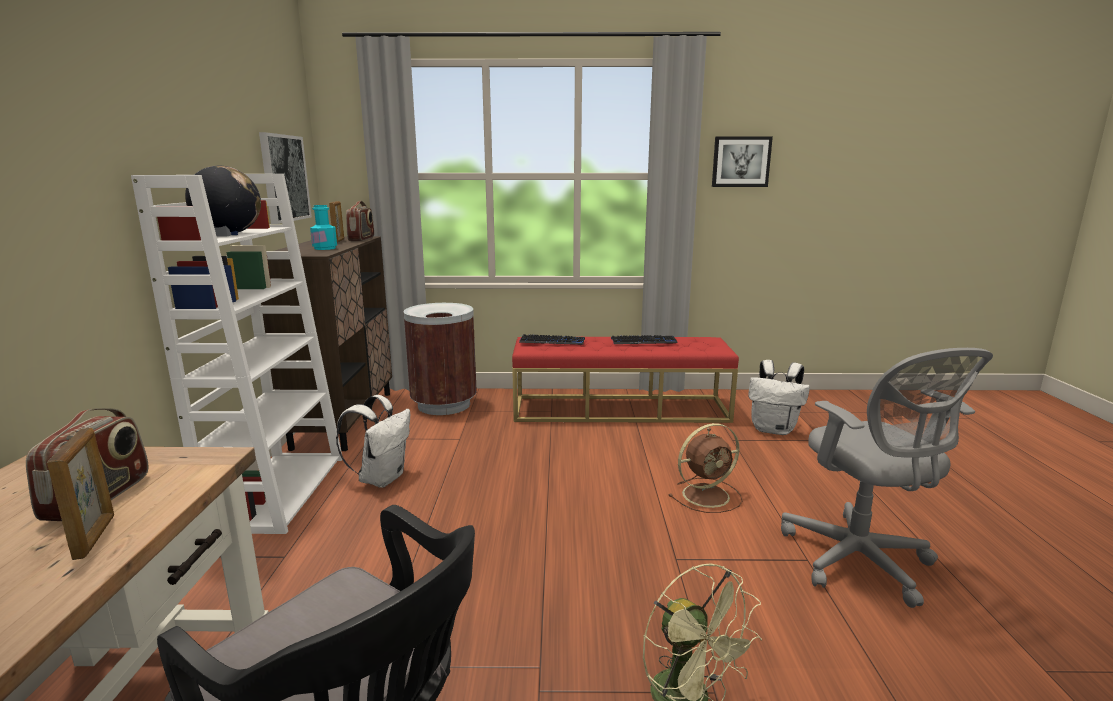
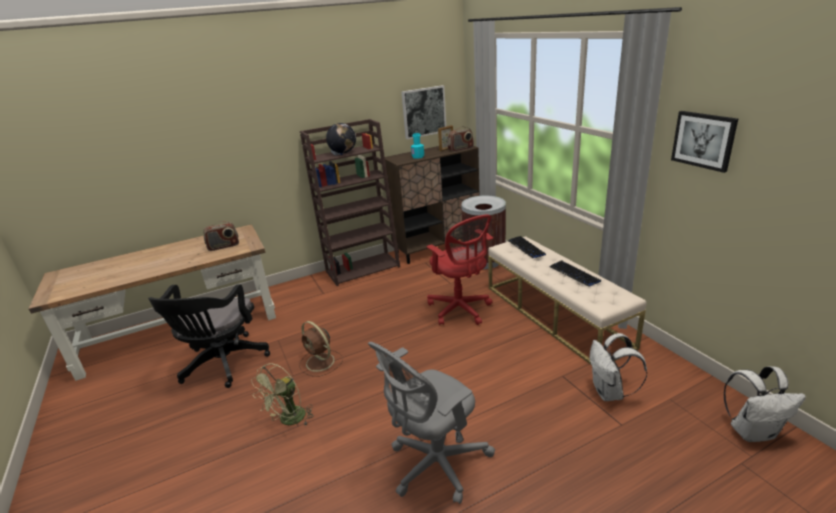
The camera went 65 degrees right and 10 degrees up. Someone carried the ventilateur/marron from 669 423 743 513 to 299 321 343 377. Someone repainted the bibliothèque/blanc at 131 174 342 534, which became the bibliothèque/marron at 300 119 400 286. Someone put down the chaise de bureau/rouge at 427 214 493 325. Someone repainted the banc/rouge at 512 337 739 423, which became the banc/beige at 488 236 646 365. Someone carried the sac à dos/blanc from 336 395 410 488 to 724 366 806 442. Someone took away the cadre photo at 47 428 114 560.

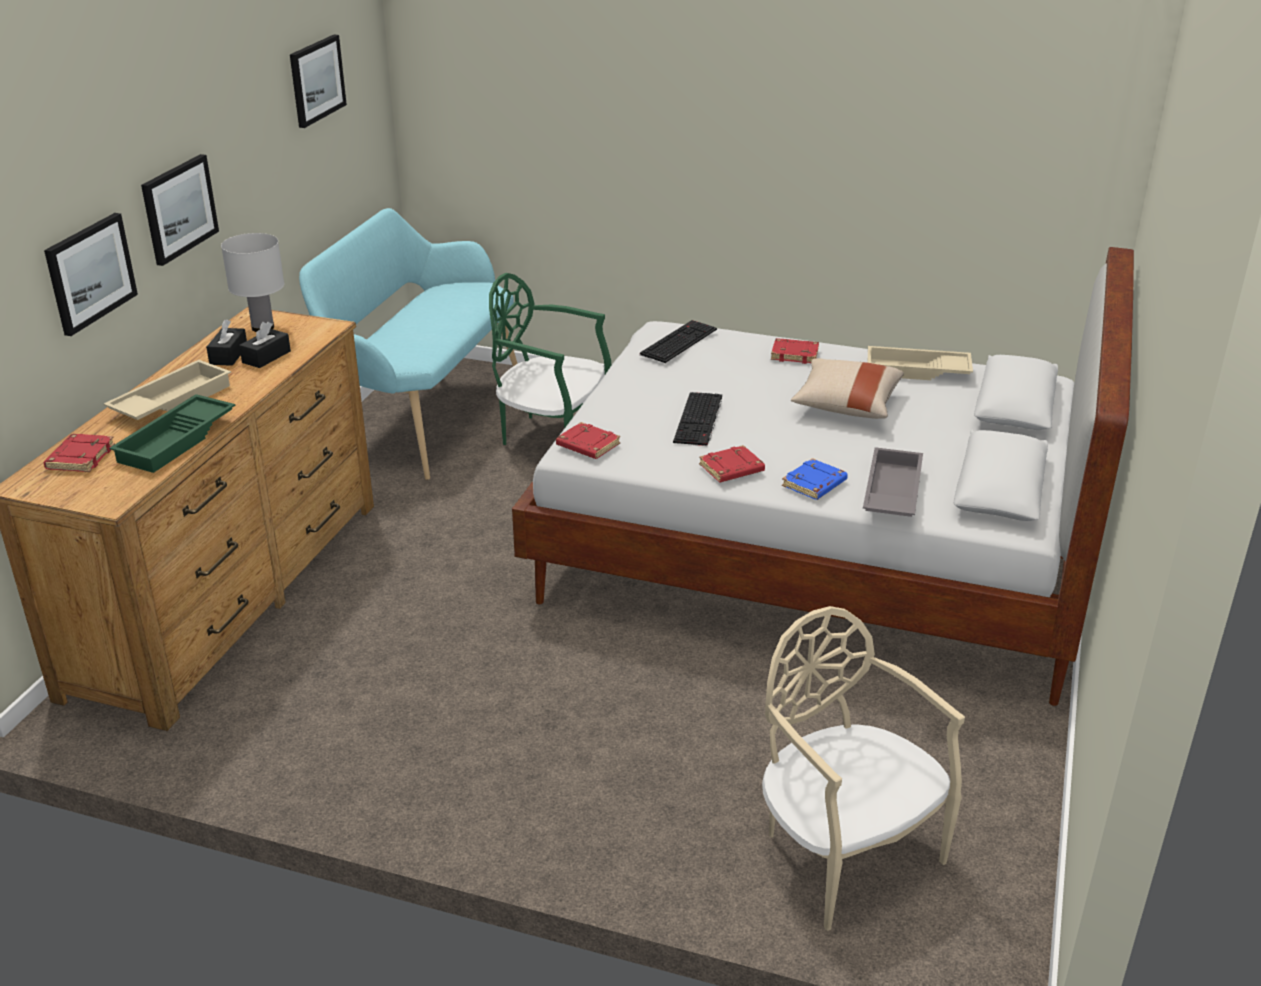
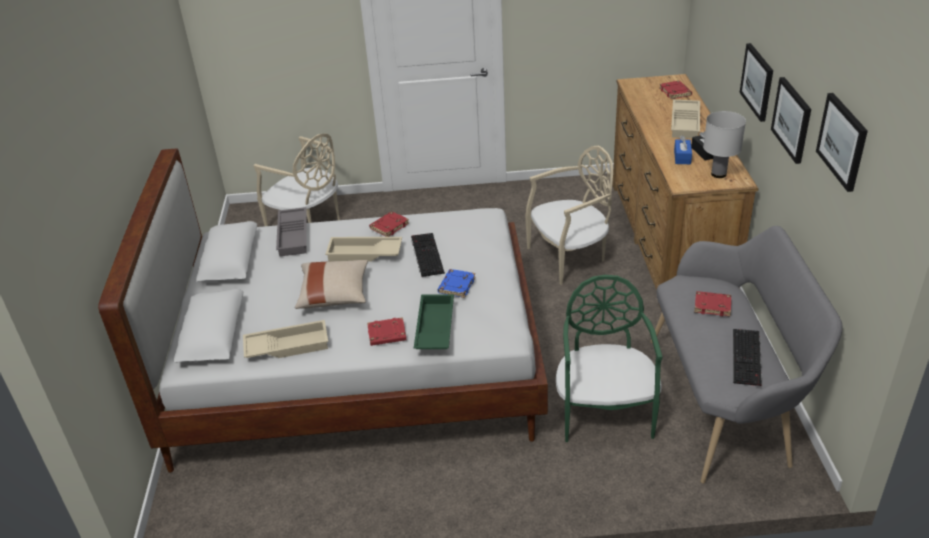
The camera went 160 degrees right and 5 degrees up. Someone put down the plateau/beige at 325 237 402 262. Someone carried the plateau/vert from 109 394 235 473 to 414 294 454 349. Someone carried the livre/bleu from 782 458 848 500 to 438 269 476 298. Someone put down the chaise/beige at 525 146 613 285. Someone rotated the chaise/vert at 489 273 611 445 by 90 degrees counterclockwise. Someone repainted the banc/turquoise at 299 208 518 480, which became the banc/gris at 650 226 842 484. Someone repainted the boîte à mouchoirs/noir at 239 322 291 368, which became the boîte à mouchoirs/bleu at 674 135 692 164. Someone carried the livre/rouge from 556 422 620 459 to 694 291 731 316. Someone carried the clavier from 640 320 717 363 to 733 329 762 387. Someone carried the tableau from 44 213 138 336 to 771 77 811 164.

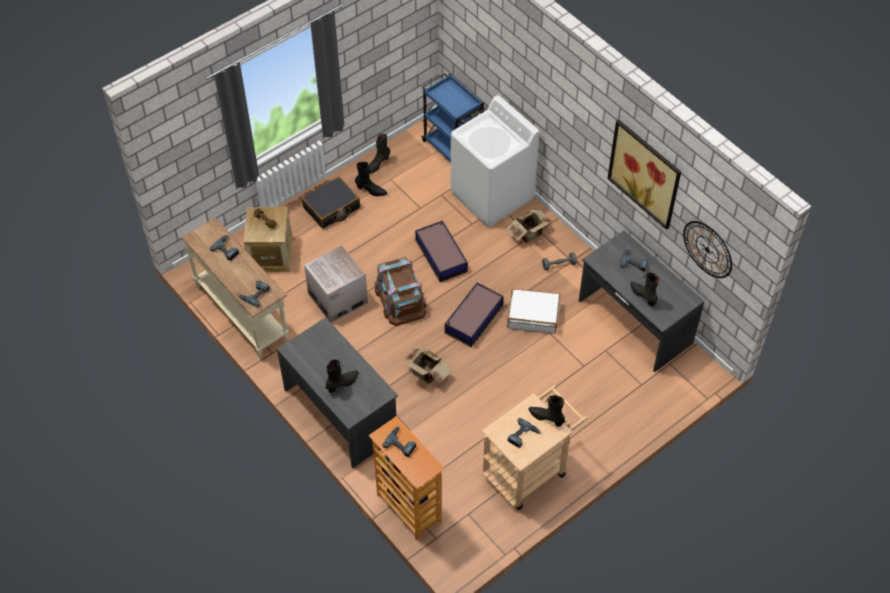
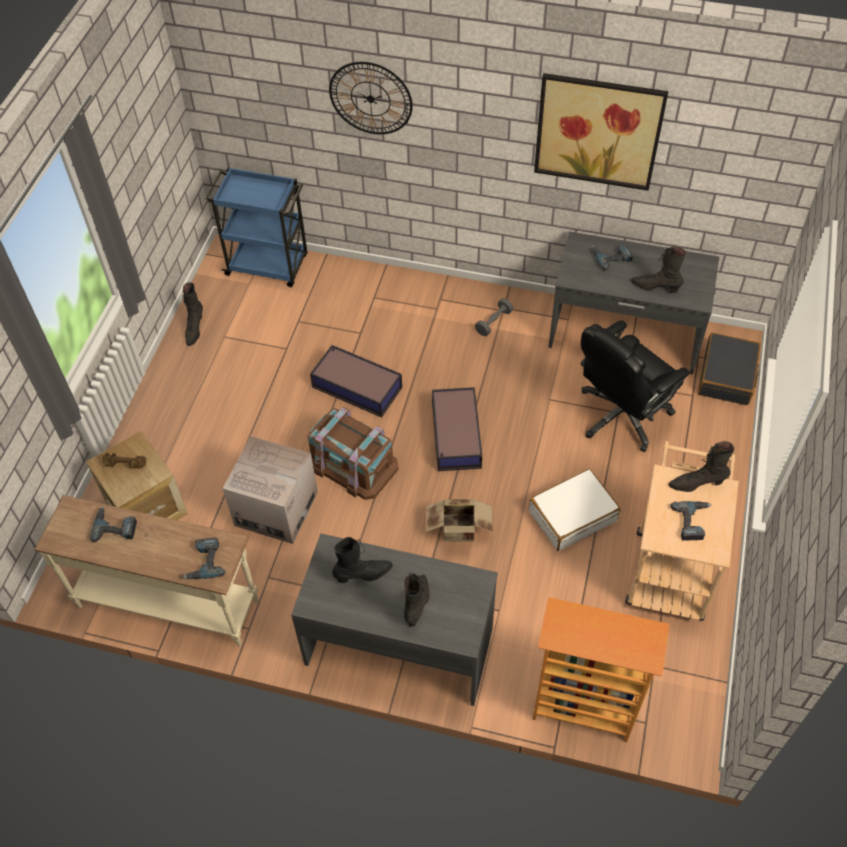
The camera went 35 degrees left and 0 degrees up. Someone carried the horloge murale from 683 221 732 278 to 329 62 413 134. Someone carried the botte/noir from 355 162 387 196 to 332 537 393 583. Someone carried the valise/blanc from 507 289 560 333 to 529 469 620 551. Someone put down the chaise de bureau/noir at 581 320 690 452. Someone carried the valise/noir from 302 177 360 229 to 698 333 761 405. Someone took away the perceuse at 382 426 416 457. Someone took away the lave-linge/blanc at 451 95 539 227. Someone took away the carton at 507 210 552 244.

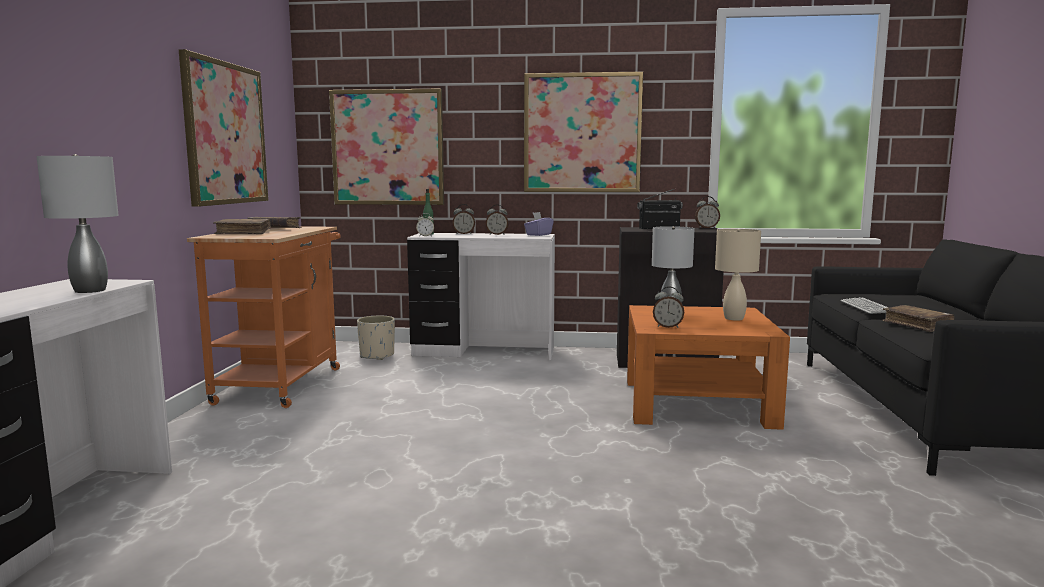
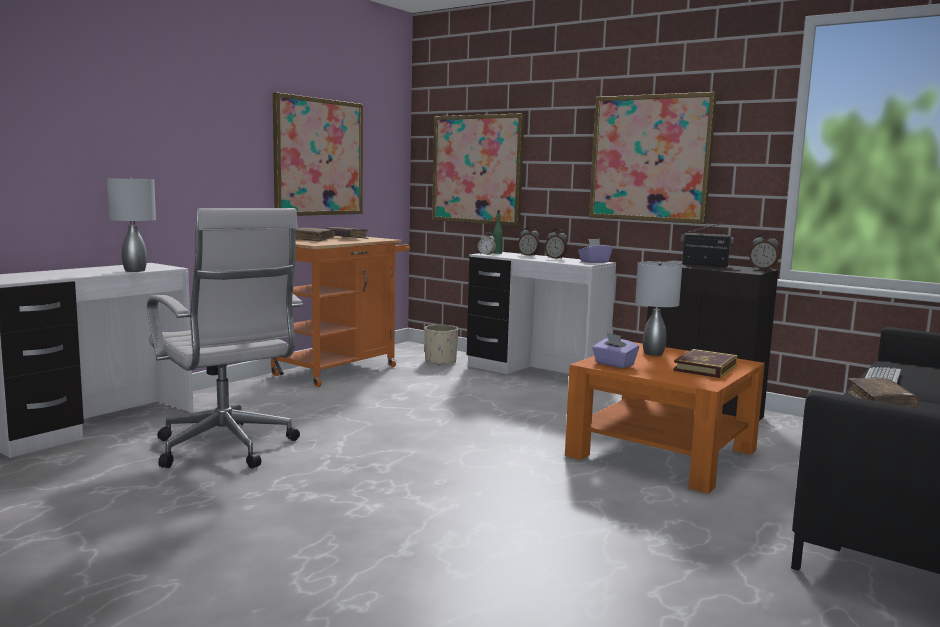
The camera went 30 degrees right and 0 degrees up. Someone put down the chaise de bureau/blanc at 147 208 303 468. Someone swapped the réveil at 653 287 684 328 for the boîte à mouchoirs/violet at 592 333 639 368. Someone swapped the lampe de table/beige at 715 229 761 321 for the livre at 674 349 737 378.

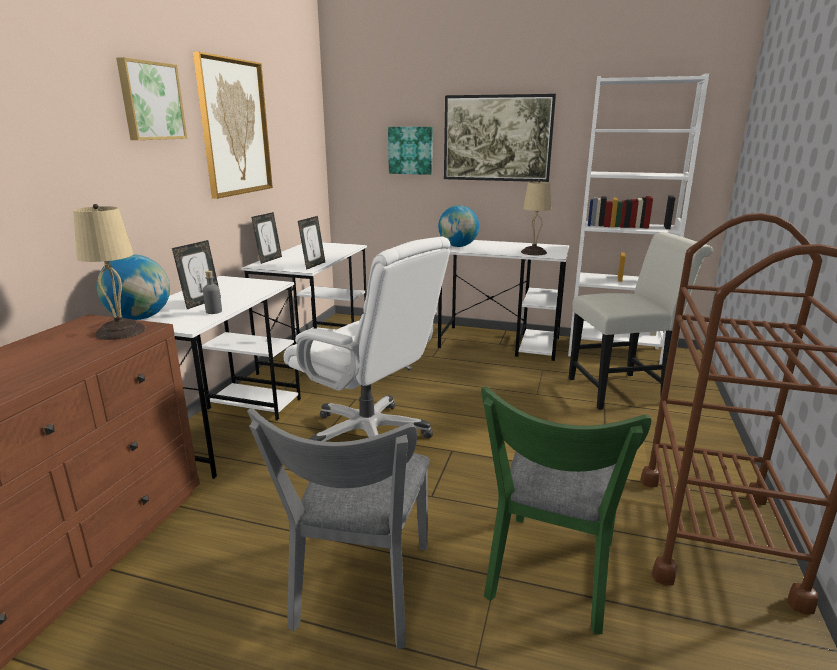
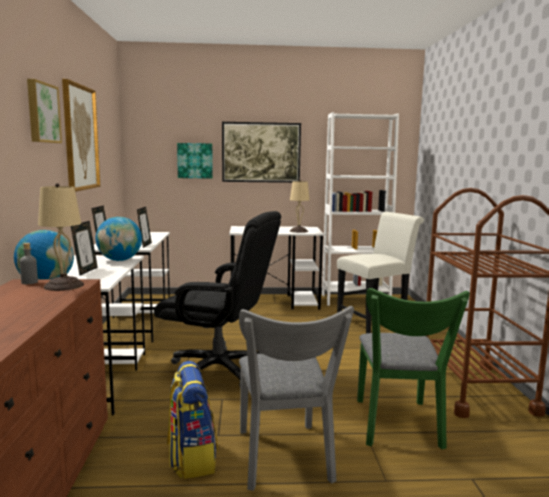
The camera went 20 degrees left and 10 degrees down. Someone carried the bouteille/gris from 203 271 222 314 to 20 243 38 284. Someone carried the globe from 438 205 479 247 to 96 217 142 261. Someone repainted the chaise de bureau/blanc at 284 237 451 441, which became the chaise de bureau/noir at 154 211 281 388. Someone put down the sac à dos at 167 361 218 479.

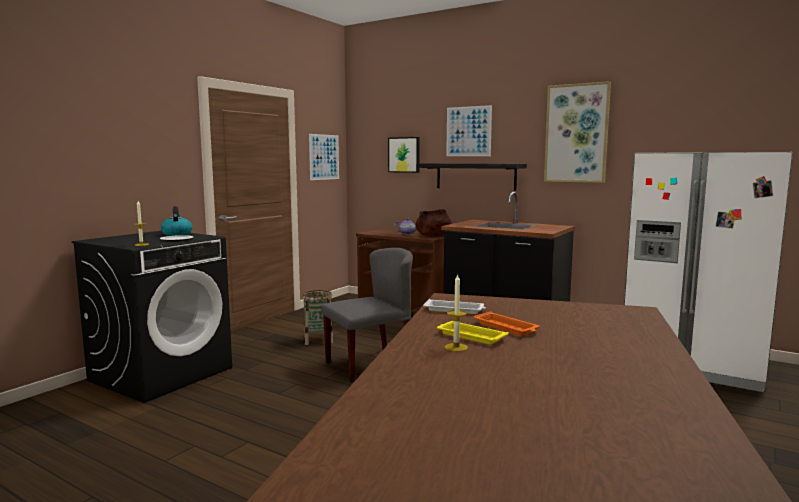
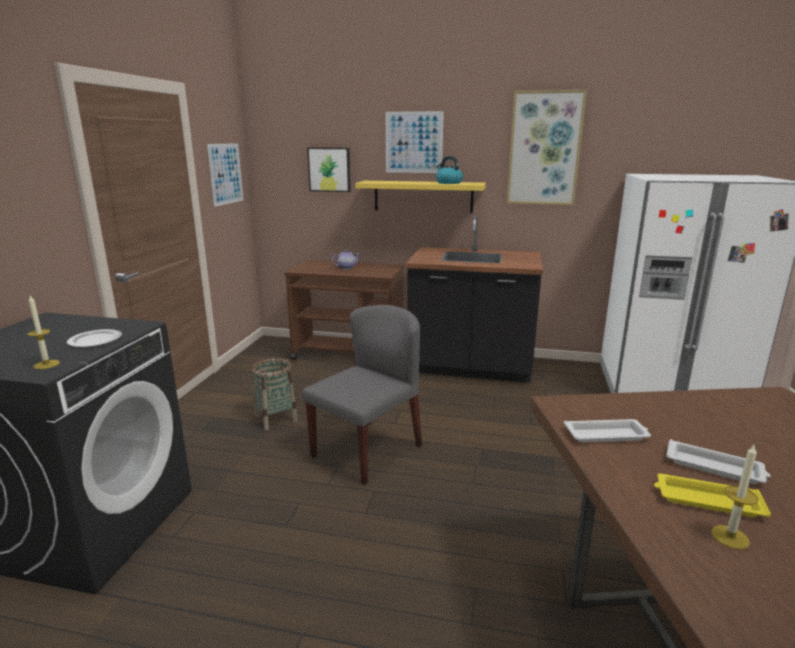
The camera went 20 degrees left and 10 degrees up. Someone repainted the étagère/noir at 416 163 527 191, which became the étagère/jaune at 355 181 486 213. Someone carried the bouilloire from 161 206 192 236 to 436 156 463 184. Someone repainted the plateau/orange at 473 312 540 336, which became the plateau/blanc at 666 439 771 484. Someone took away the marmite/marron at 416 209 452 237.

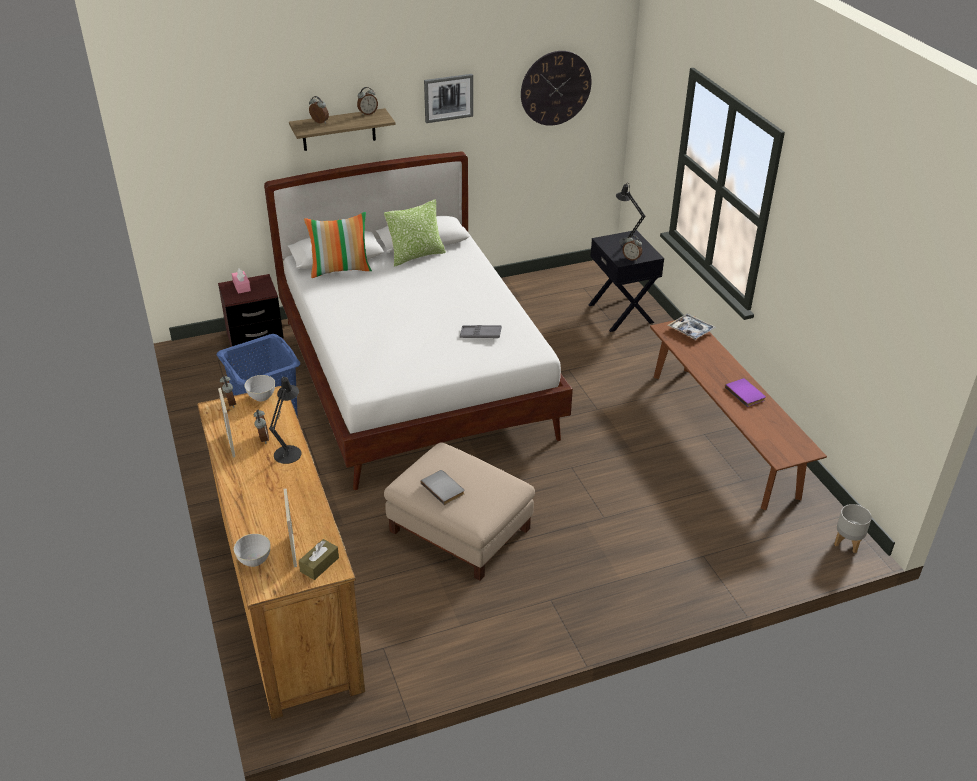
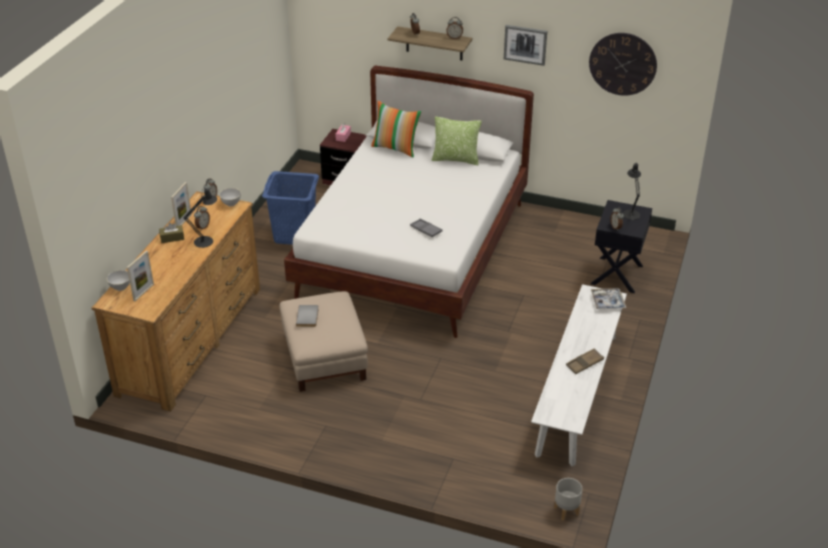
The camera went 40 degrees right and 0 degrees up. Someone carried the boîte à mouchoirs/marron from 299 539 339 580 to 159 223 184 243. Someone repainted the banc/marron at 650 316 827 510, which became the banc/blanc at 531 284 627 466. Someone swapped the livre/violet at 725 378 766 407 for the plateau/marron at 566 348 604 374.

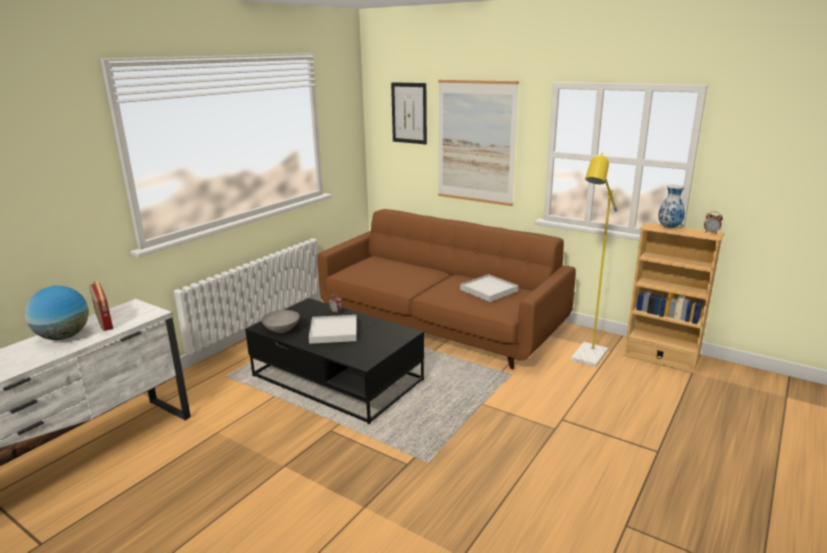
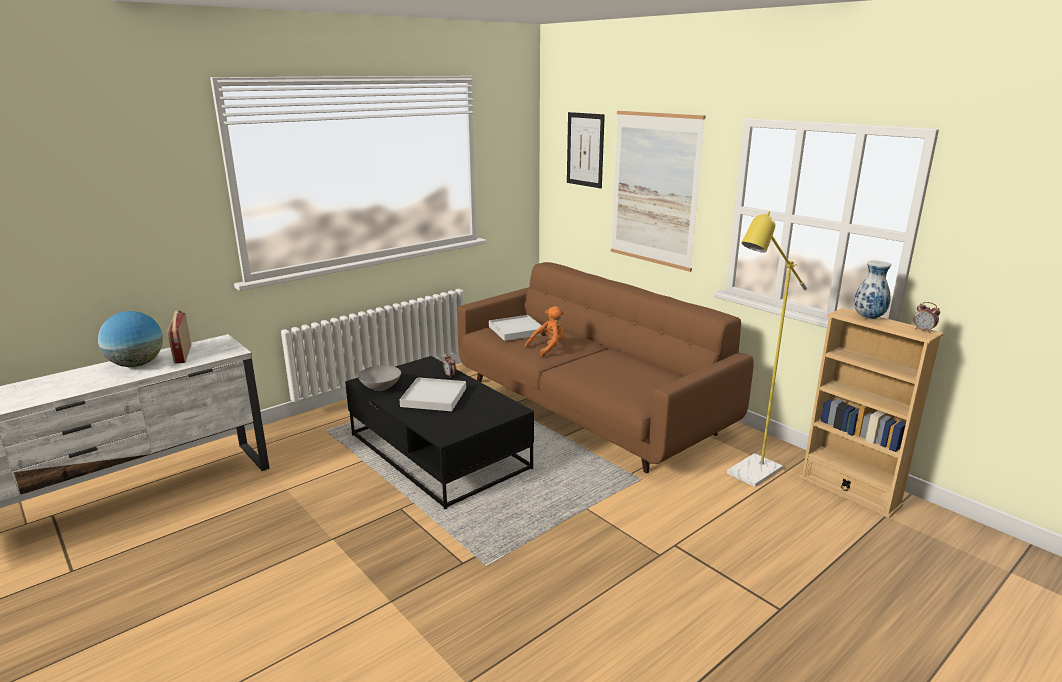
The camera went 15 degrees right and 0 degrees up. Someone carried the plateau/blanc from 460 274 518 302 to 489 315 542 341. Someone put down the peluche/orange at 525 306 564 357.

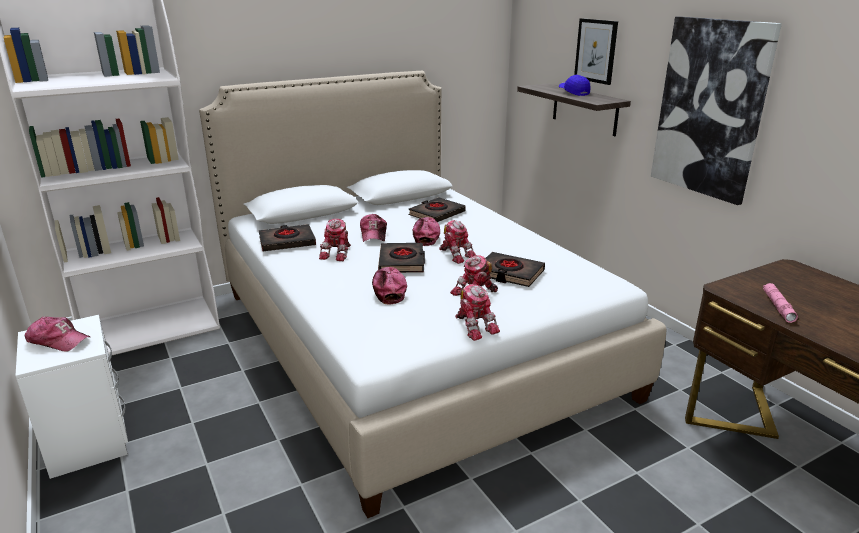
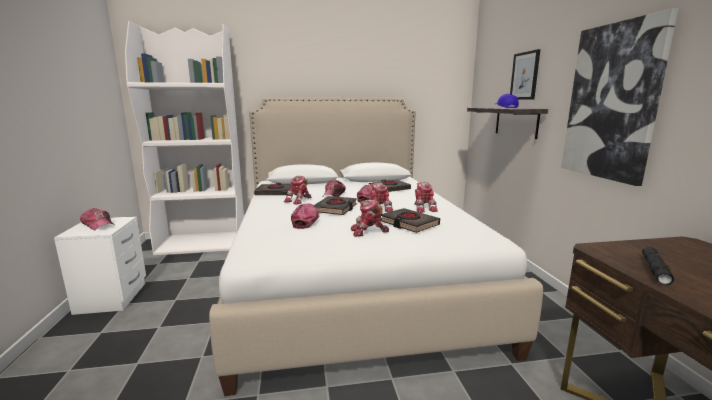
The camera went 20 degrees right and 10 degrees down. Someone carried the robot jouet from 455 284 500 341 to 414 182 438 213. Someone repainted the lampe de poche/rose at 763 283 798 323, which became the lampe de poche/noir at 642 247 674 286.

